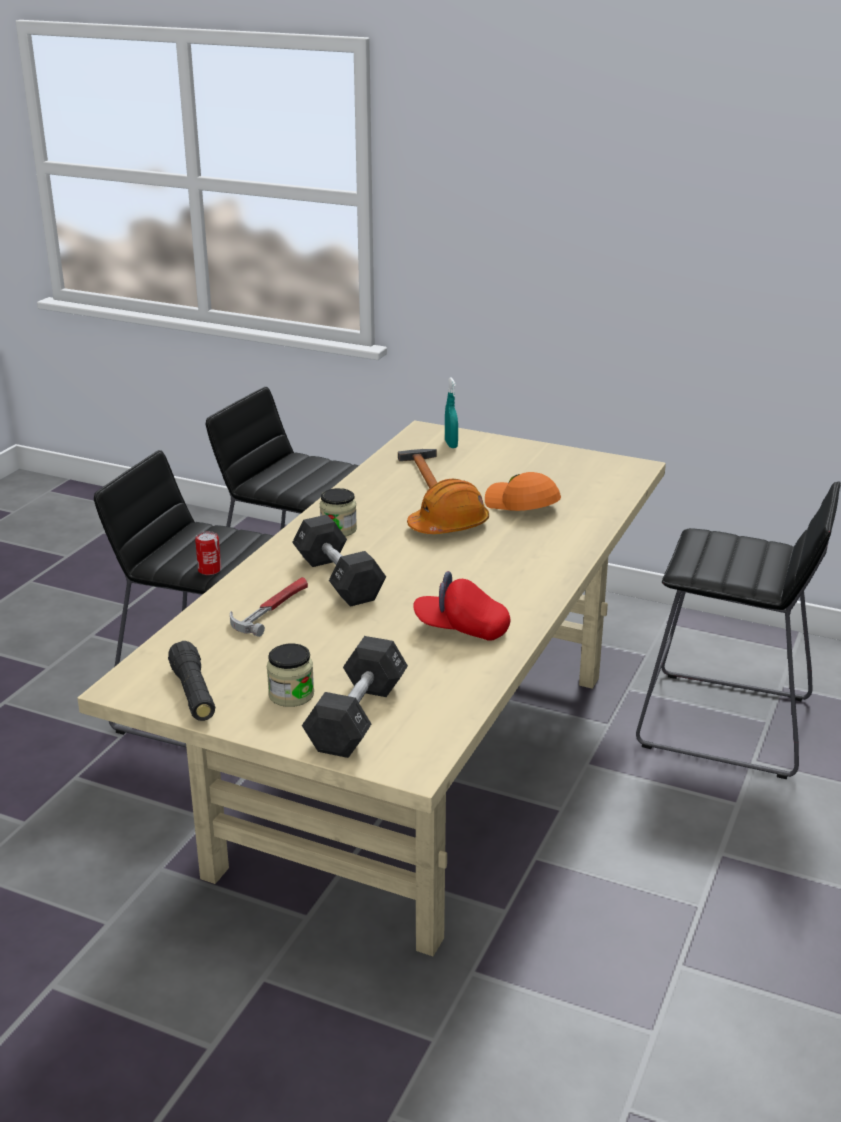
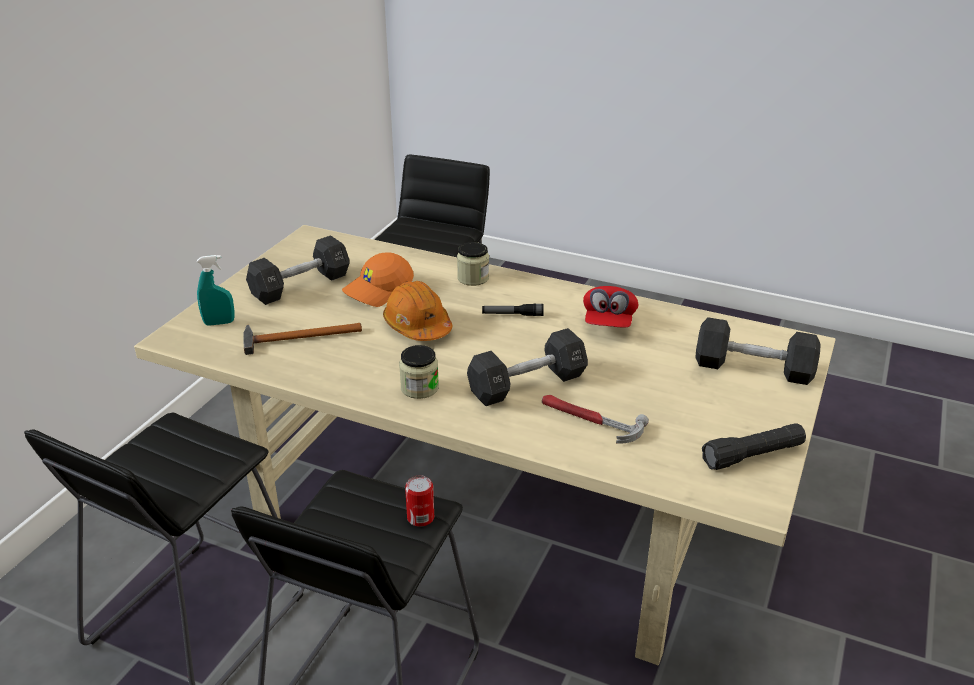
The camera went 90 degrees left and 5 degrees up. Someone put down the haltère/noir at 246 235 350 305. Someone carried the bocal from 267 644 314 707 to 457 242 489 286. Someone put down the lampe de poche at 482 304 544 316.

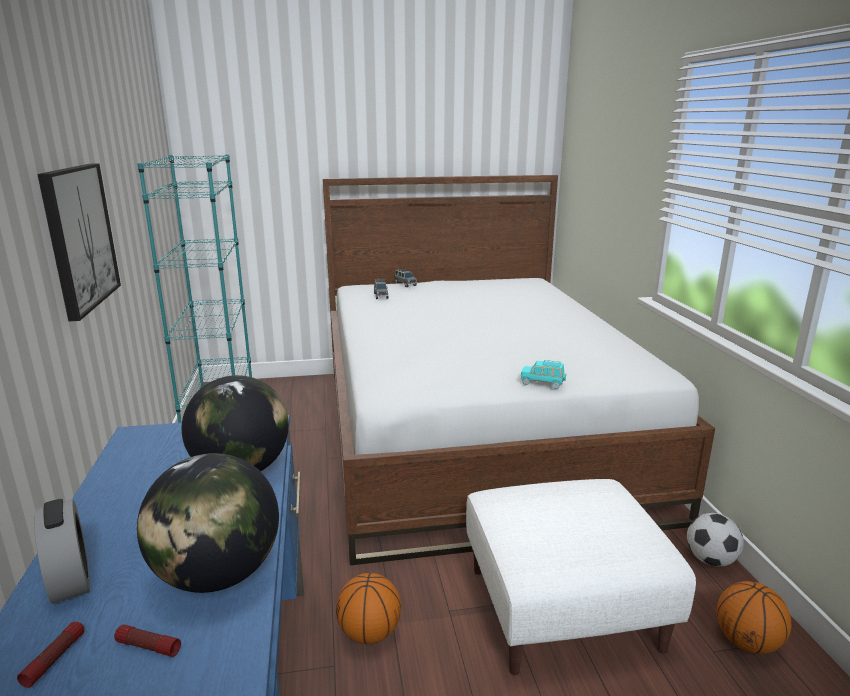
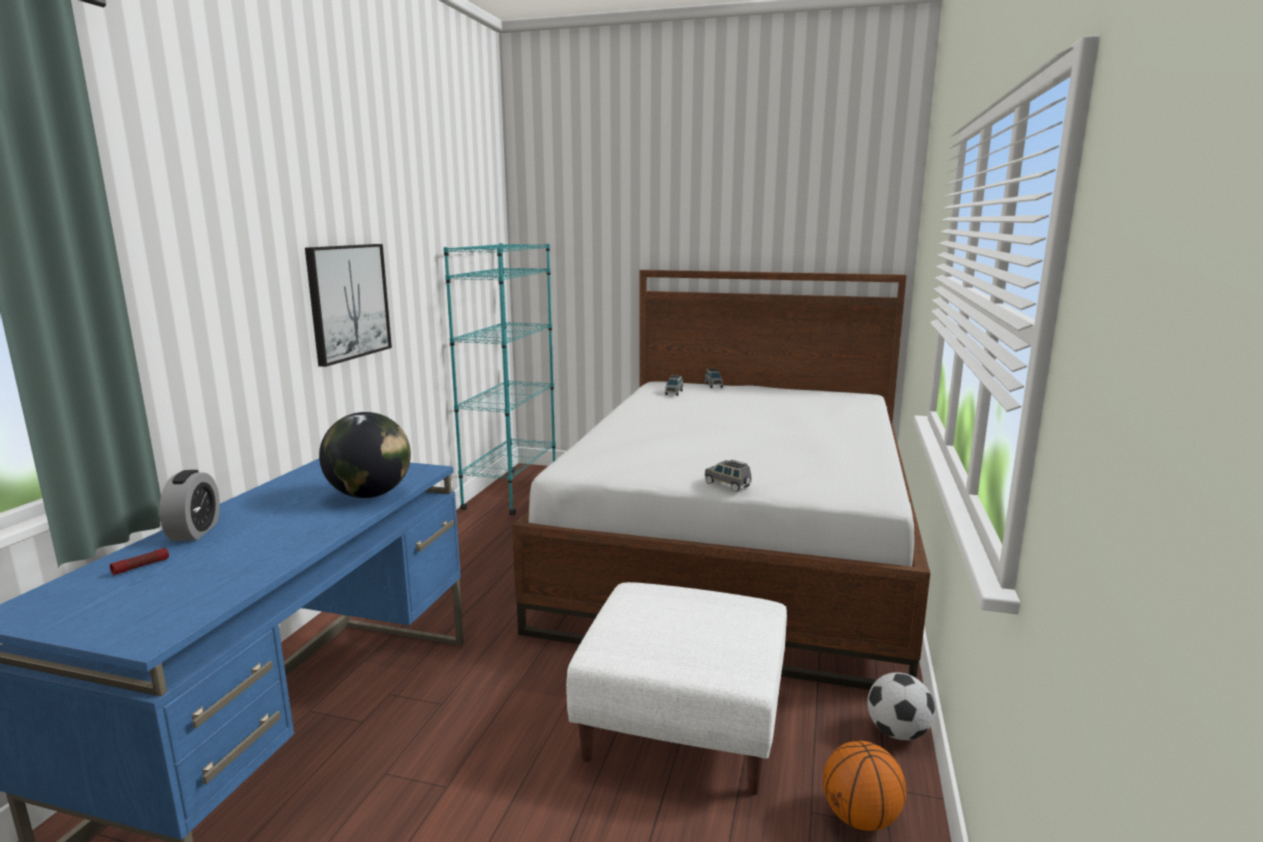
The camera went 25 degrees right and 5 degrees down. Someone repainted the petite voiture/turquoise at 521 360 566 389, which became the petite voiture/gris at 705 460 752 492. Someone took away the lampe de poche at 114 624 181 657. Someone took away the globe at 137 453 279 593. Someone took away the ballon de basket at 336 573 401 644.

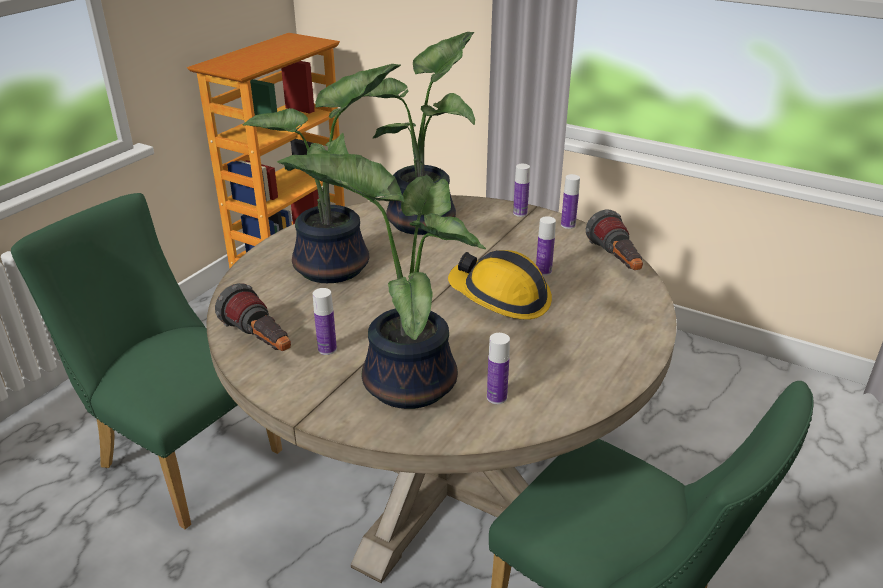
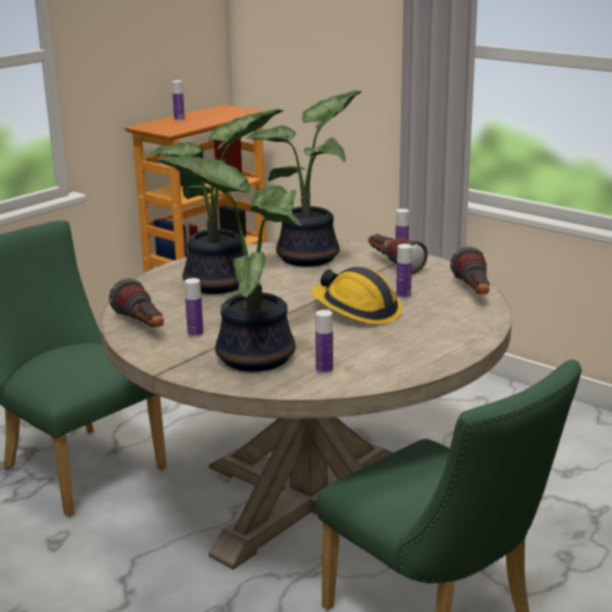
The camera went 10 degrees right and 10 degrees down. Someone carried the bouteille from 561 174 580 229 to 172 80 185 121. Someone put down the lampe de poche at 368 234 428 274.

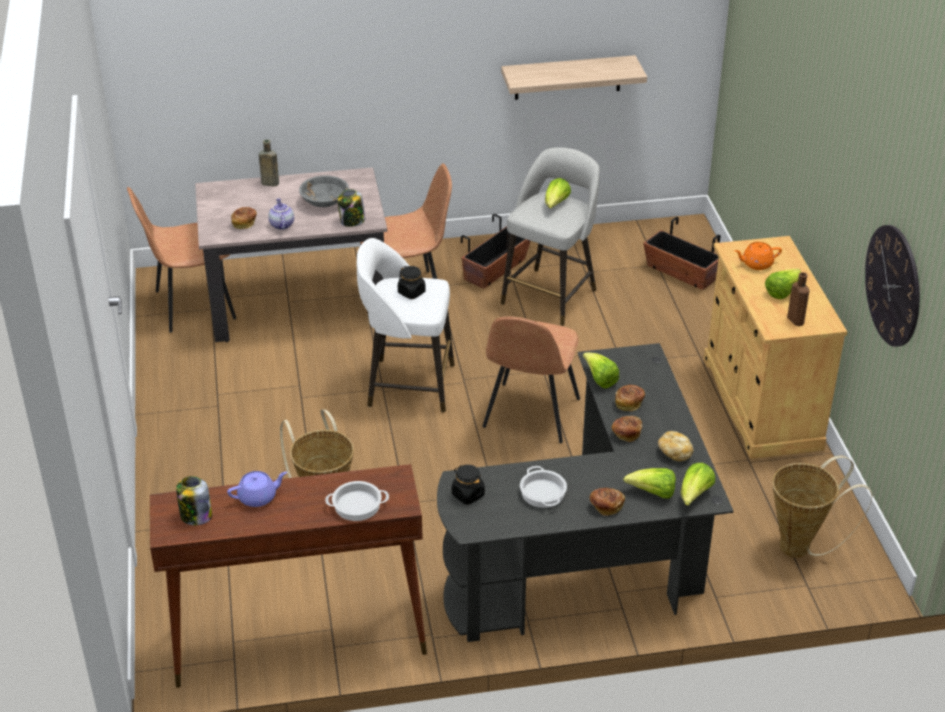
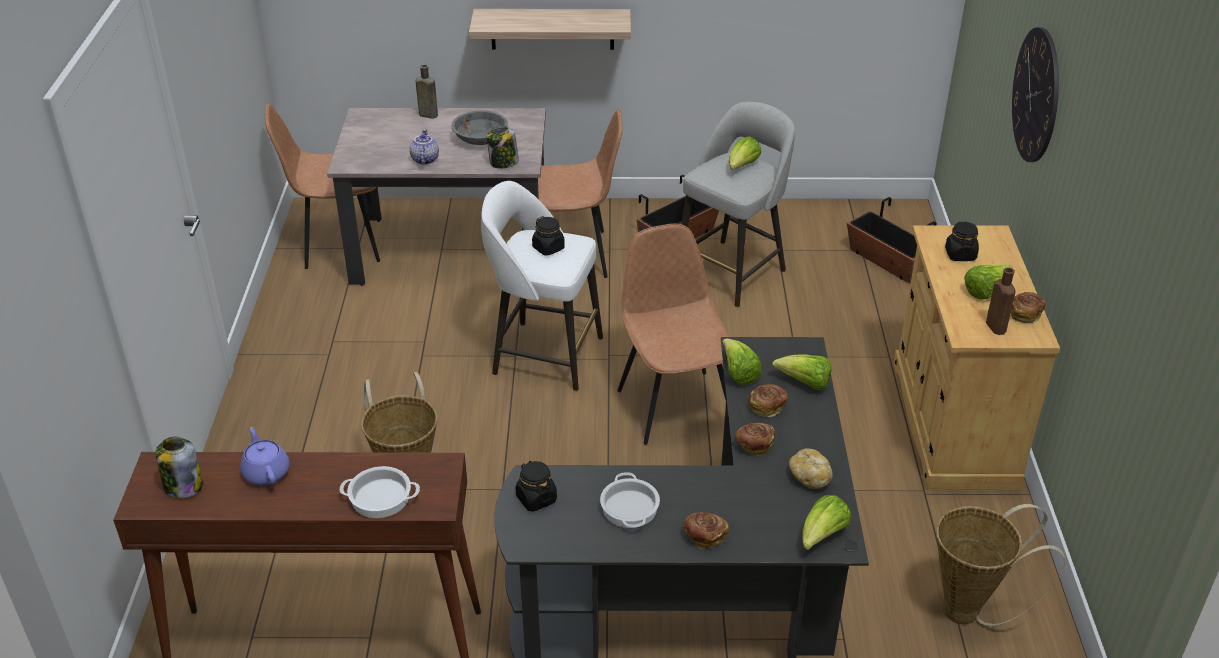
The camera went 10 degrees right and 0 degrees up. Someone rotated the théière/violet at 227 471 287 507 by 105 degrees counterclockwise. Someone carried the étagère from 501 55 647 100 to 469 9 631 50. Someone rotated the chaise/marron at 482 316 580 443 by 135 degrees clockwise. Someone carried the laitue from 623 468 676 498 to 772 355 831 390. Someone swapped the théière/orange at 734 242 782 270 for the bocal/noir at 945 221 979 261. Someone carried the pain from 231 207 257 229 to 1011 292 1046 323. Someone carried the horloge murale from 865 225 920 347 to 1012 27 1059 162.

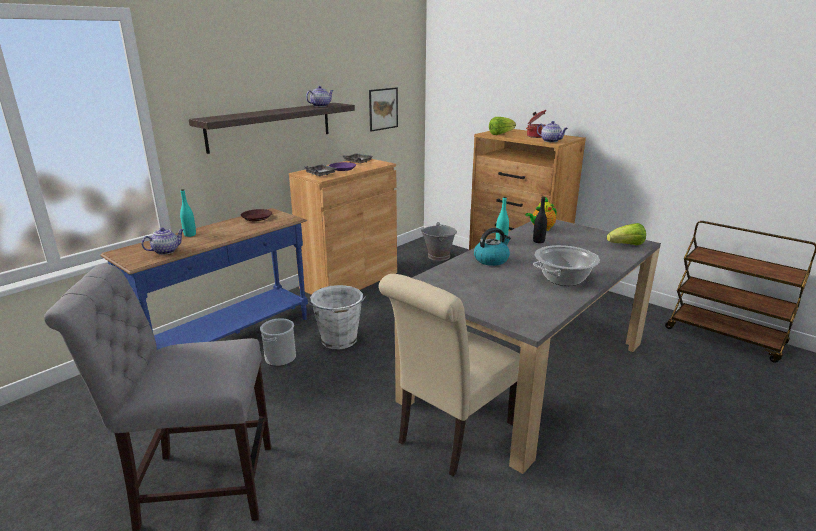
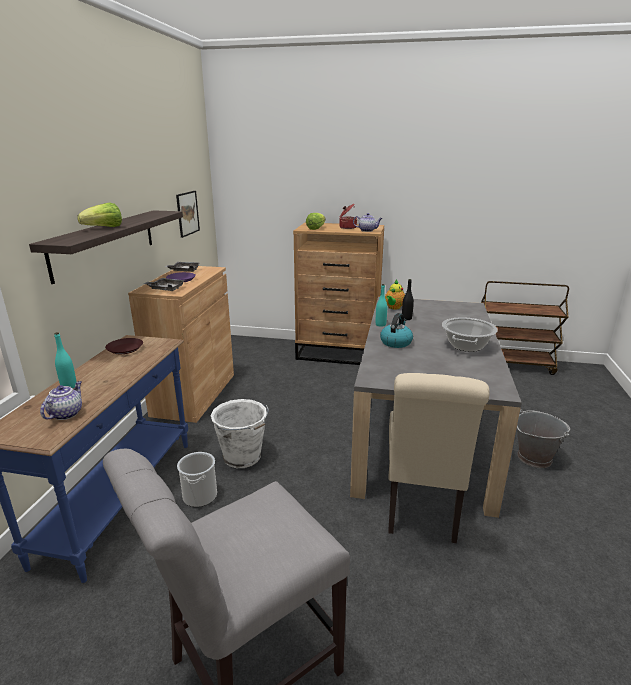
The camera went 30 degrees left and 0 degrees up. Someone carried the laitue from 607 223 646 245 to 77 202 122 227. Someone carried the seau/gris from 421 222 457 261 to 517 409 570 468. Someone took away the théière at 306 86 334 107.

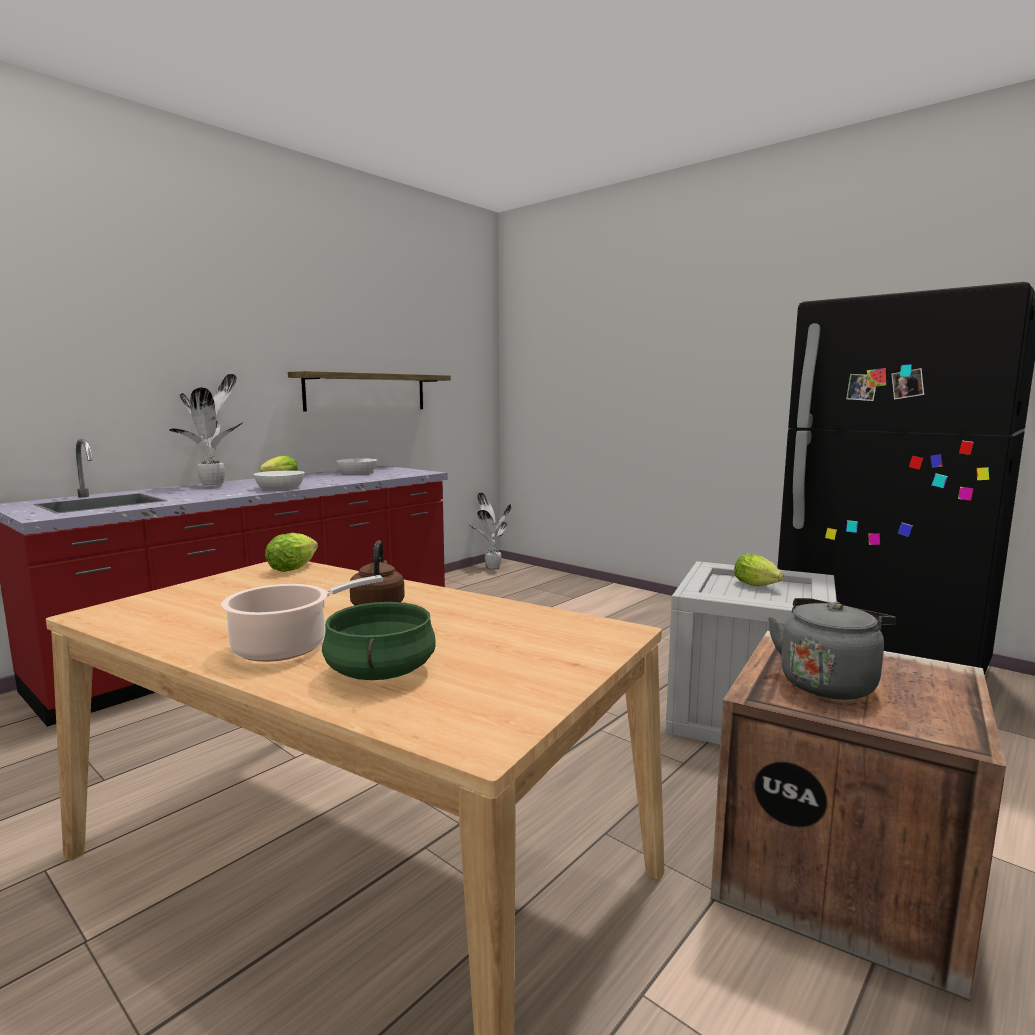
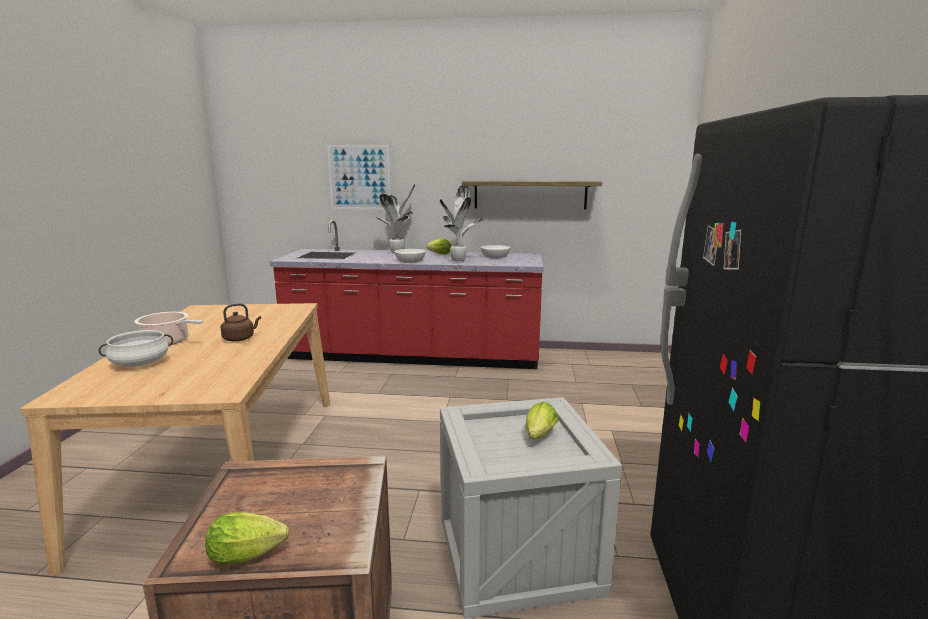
The camera went 55 degrees right and 5 degrees up. Someone repainted the marmite/vert at 322 602 436 680, which became the marmite/blanc at 99 330 173 367. Someone carried the laitue from 265 533 318 572 to 205 512 289 564. Someone put up the tableau at 327 145 391 209. Someone carried the plante en pot from 469 492 511 569 to 440 185 483 262. Someone took away the bouilloire/gris at 768 598 896 700.

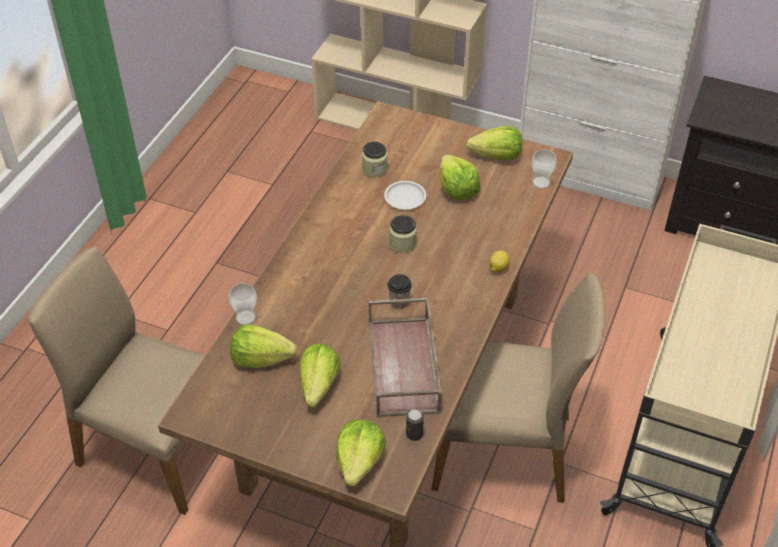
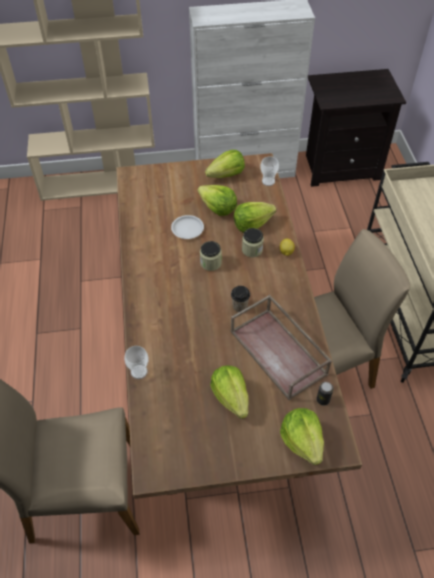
The camera went 30 degrees left and 5 degrees up. Someone carried the laitue from 230 325 297 368 to 234 202 276 233. Someone carried the bocal from 362 142 388 177 to 242 228 264 257.

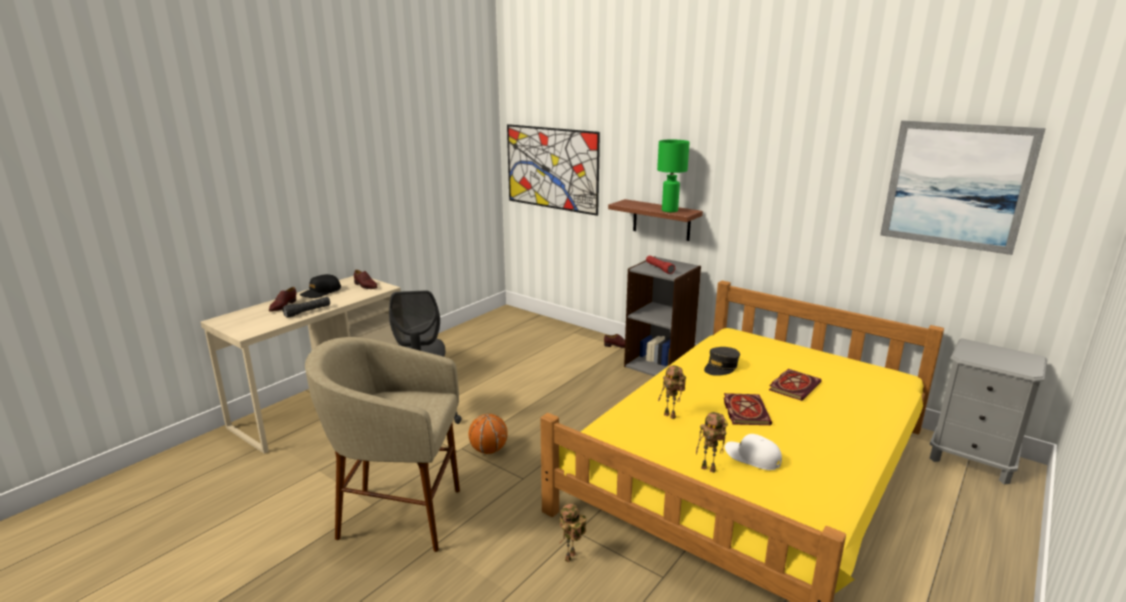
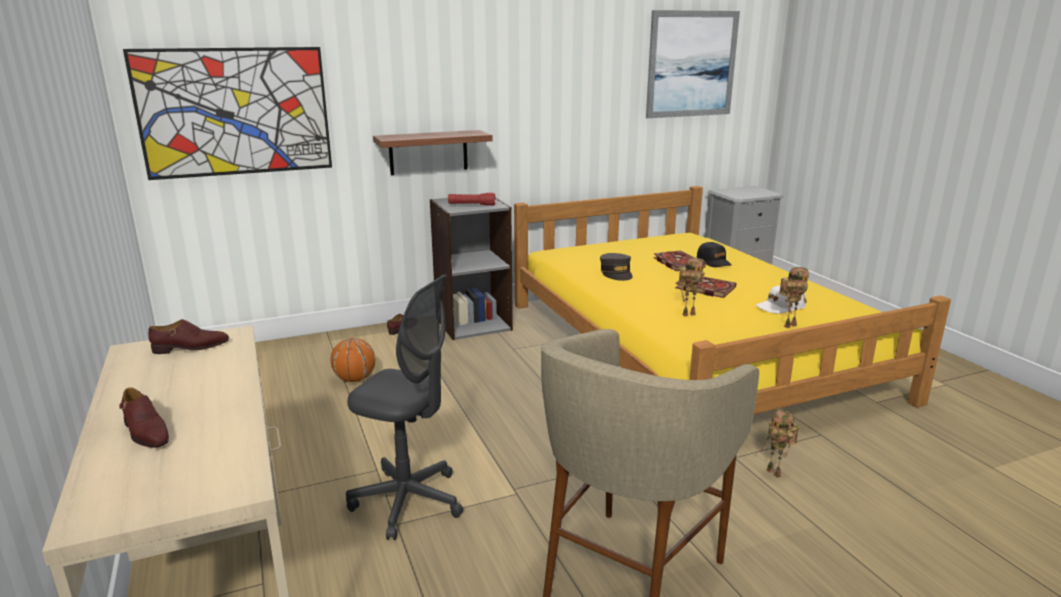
The camera went 60 degrees left and 0 degrees up. Someone carried the ballon de basket from 469 414 508 454 to 331 338 375 382. Someone carried the casquette/noir from 300 274 341 298 to 697 242 732 267. Someone took away the lampe de poche/noir at 282 297 330 318. Someone took away the lampe de table/vert at 657 140 689 212.

